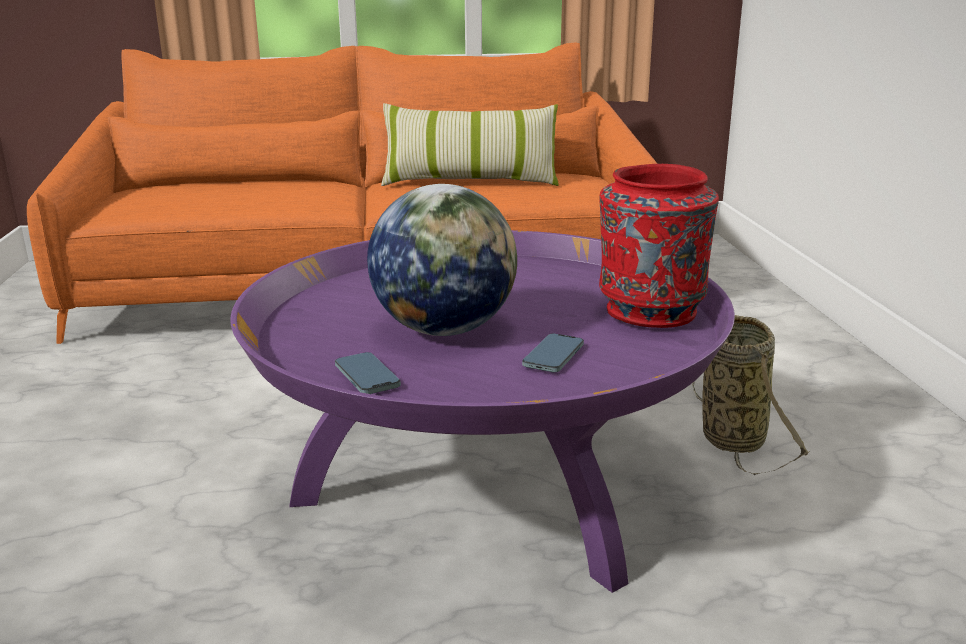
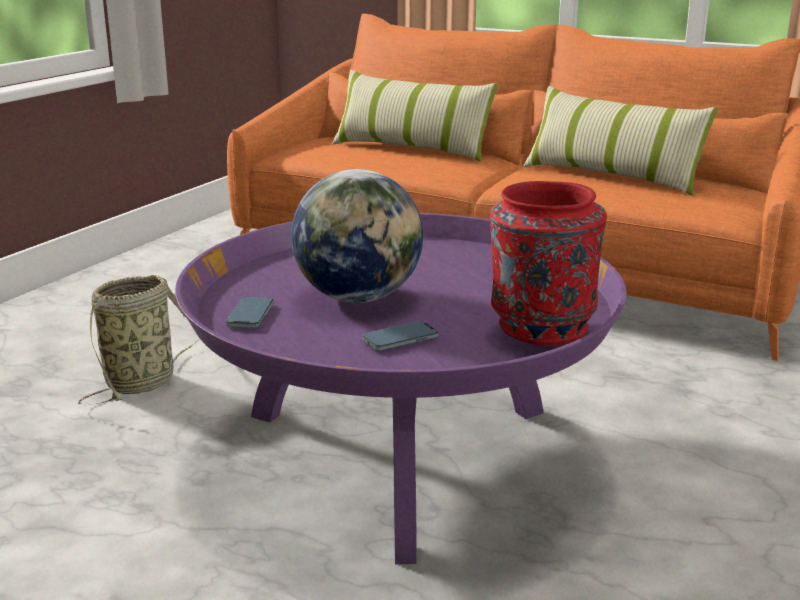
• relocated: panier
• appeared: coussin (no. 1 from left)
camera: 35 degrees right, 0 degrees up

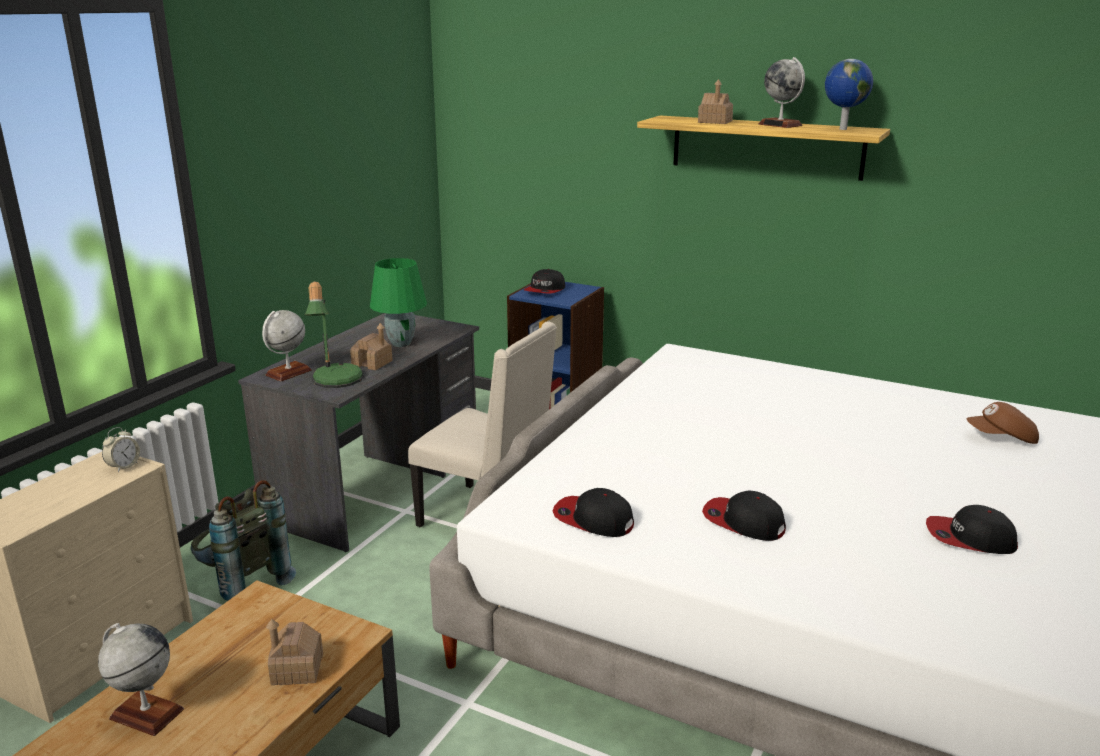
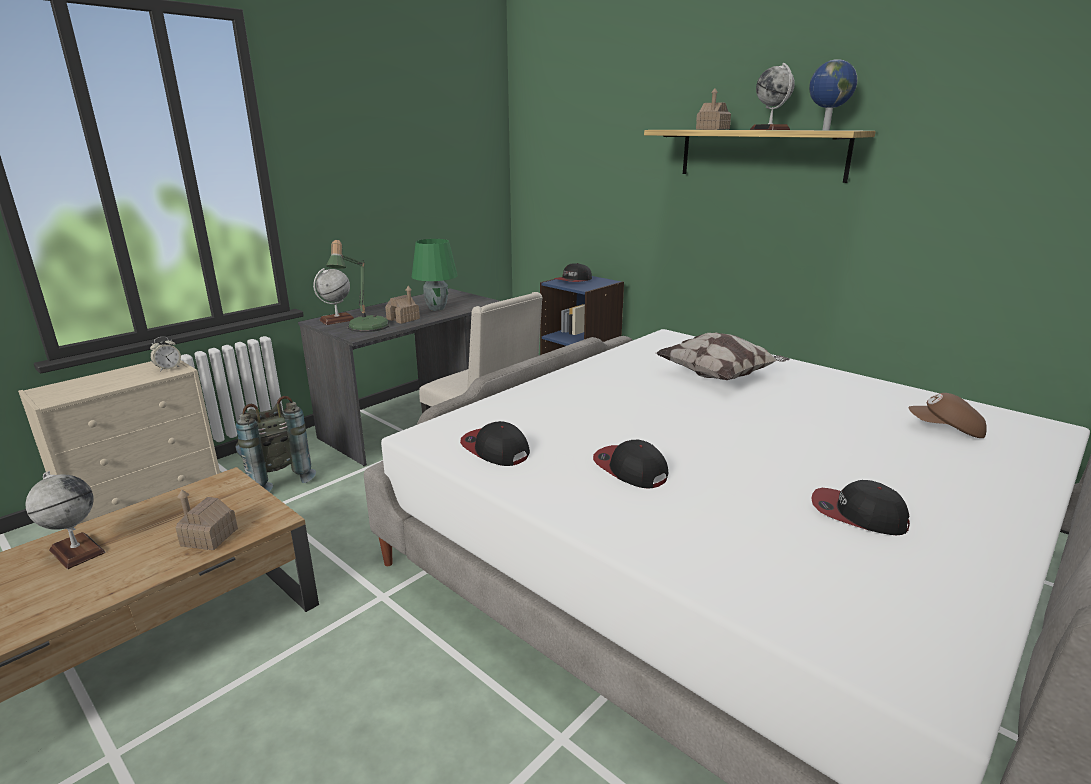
• appeared: coussin
camera: 15 degrees right, 0 degrees up

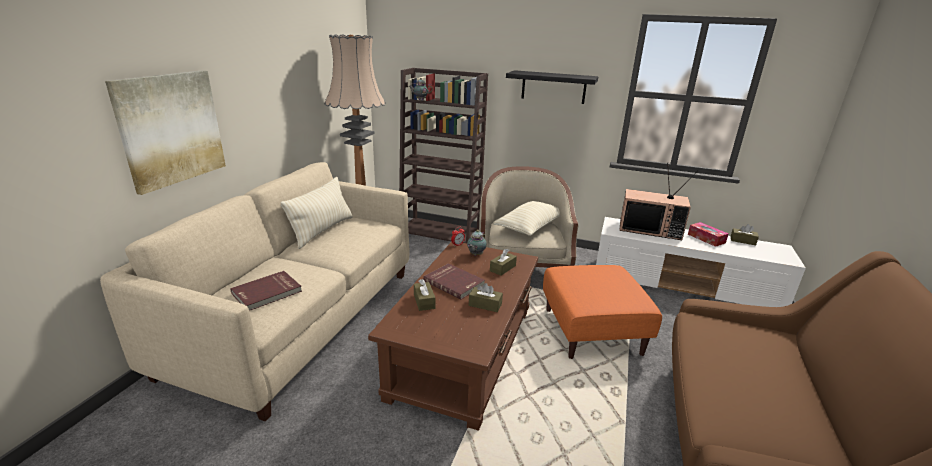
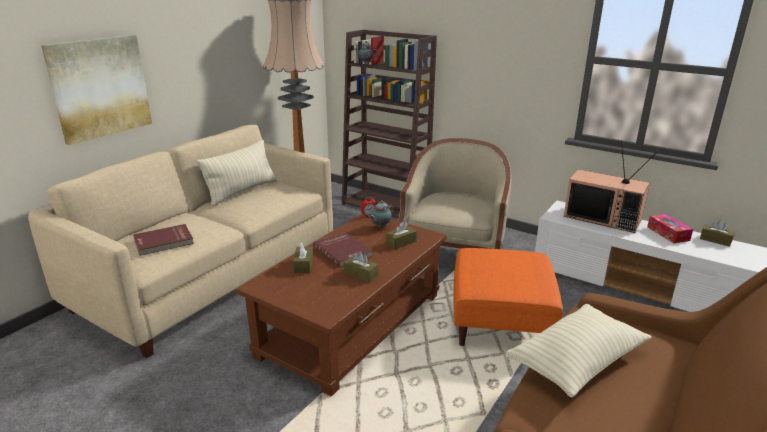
• relocated: coussin (beige) (no. 2 from left)
• missing: étagère (noir)
camera: 15 degrees right, 0 degrees up

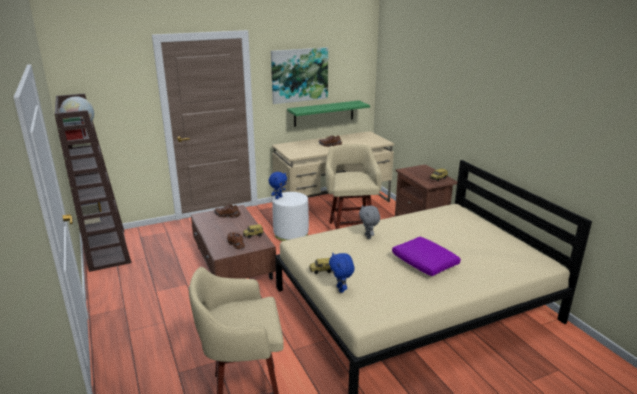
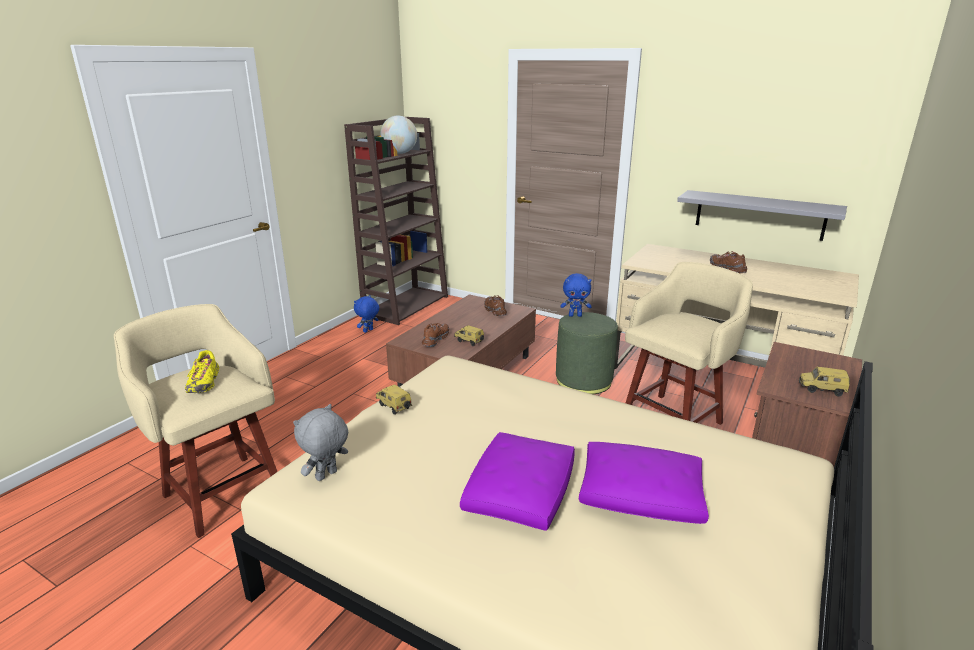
• appeared: chaussure (jaune)
• relocated: peluche (gris)
• relocated: peluche (bleu) (no. 2 from left in the first image) to peluche (bleu) (no. 1 from left)
• colour: pouf (blanc) to pouf (vert)
• appeared: coussin (violet) (no. 2 from left)
• colour: étagère (vert) to étagère (gris)
• missing: tableau
camera: 55 degrees right, 0 degrees up

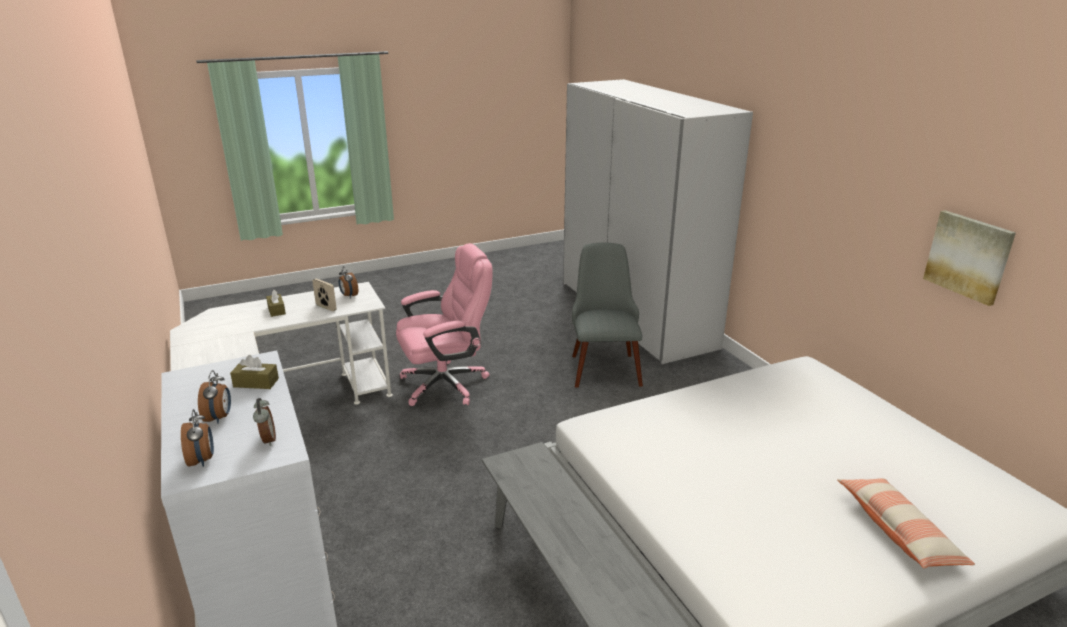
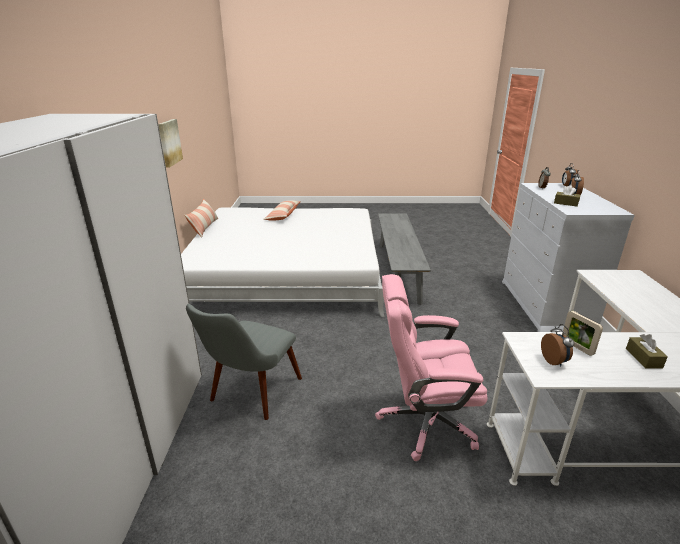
• appeared: coussin (no. 1 from left)
camera: 155 degrees left, 0 degrees up

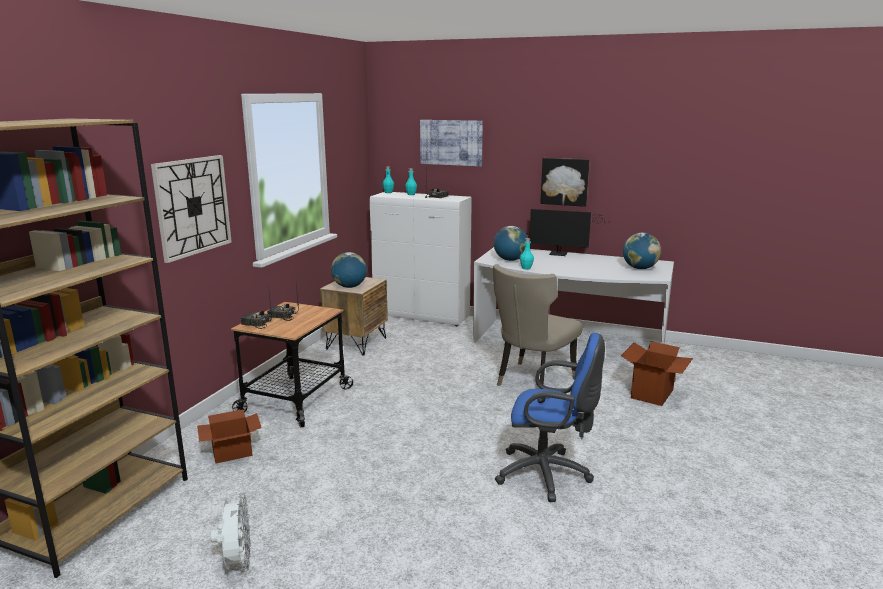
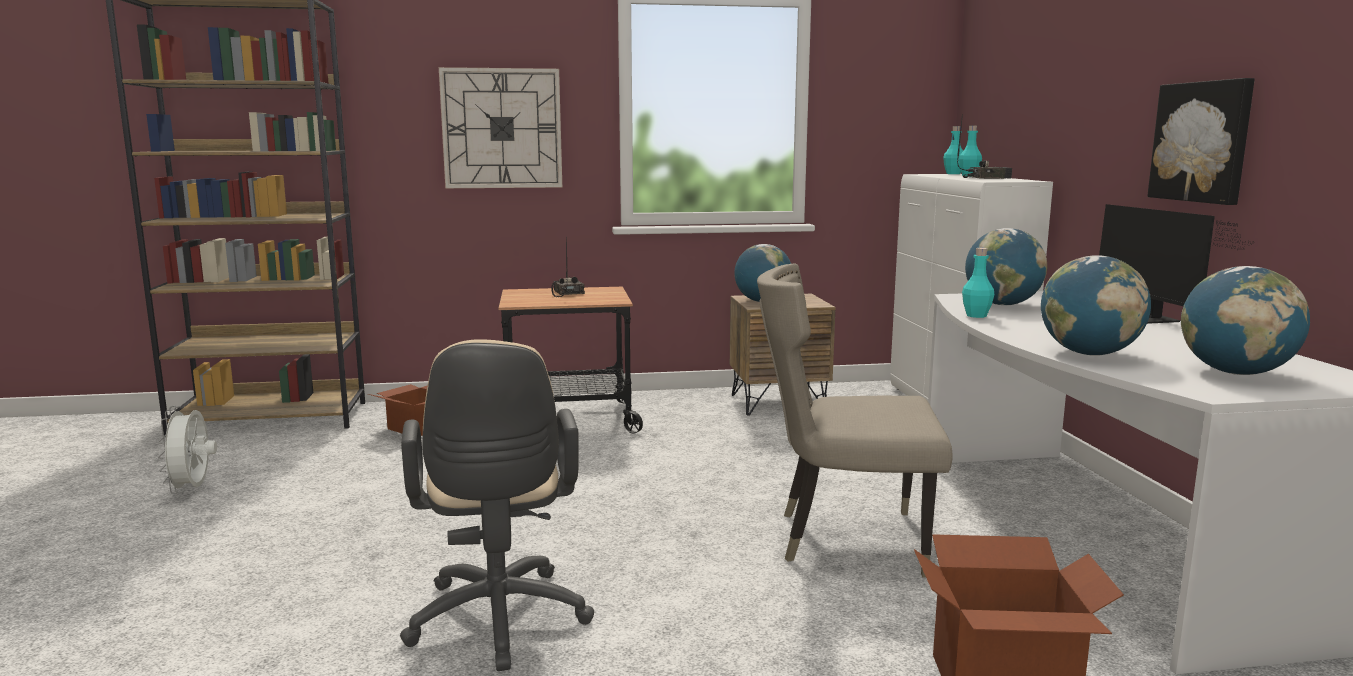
• spun: ventilateur (blanc) 120 degrees clockwise
• colour: chaise de bureau (bleu) to chaise de bureau (beige)
• appeared: globe (no. 3 from left)
• missing: radio (no. 1 from left)
• missing: tableau (no. 1 from left)
camera: 60 degrees right, 5 degrees down

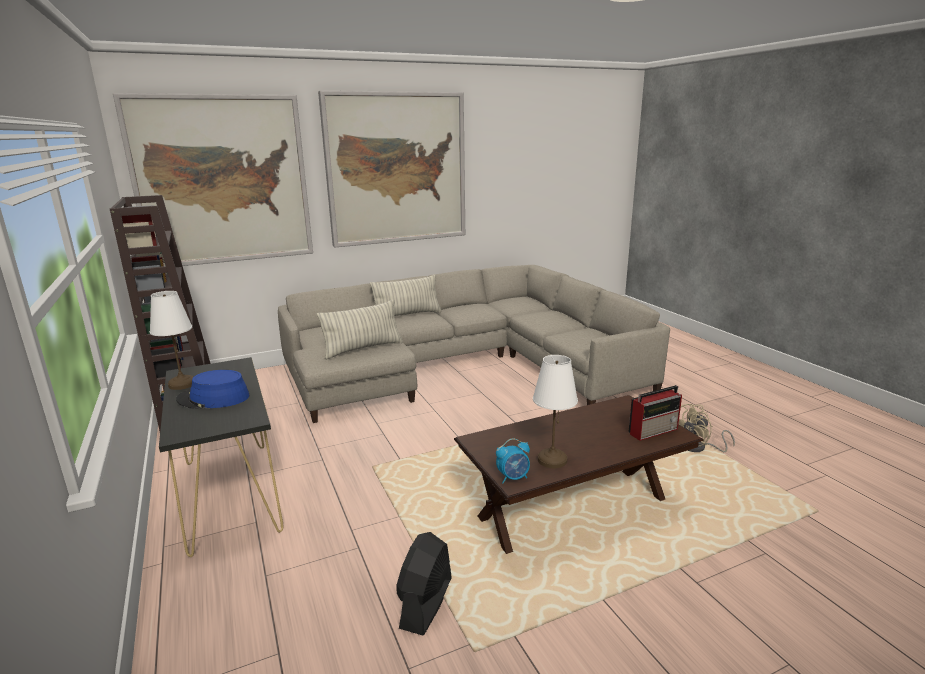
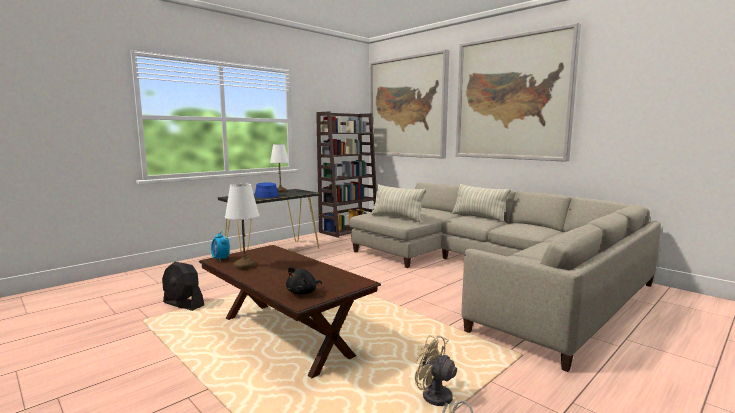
• spun: ventilateur (noir) 150 degrees counterclockwise
• exchanged: radio to peluche (noir)
camera: 70 degrees right, 10 degrees down

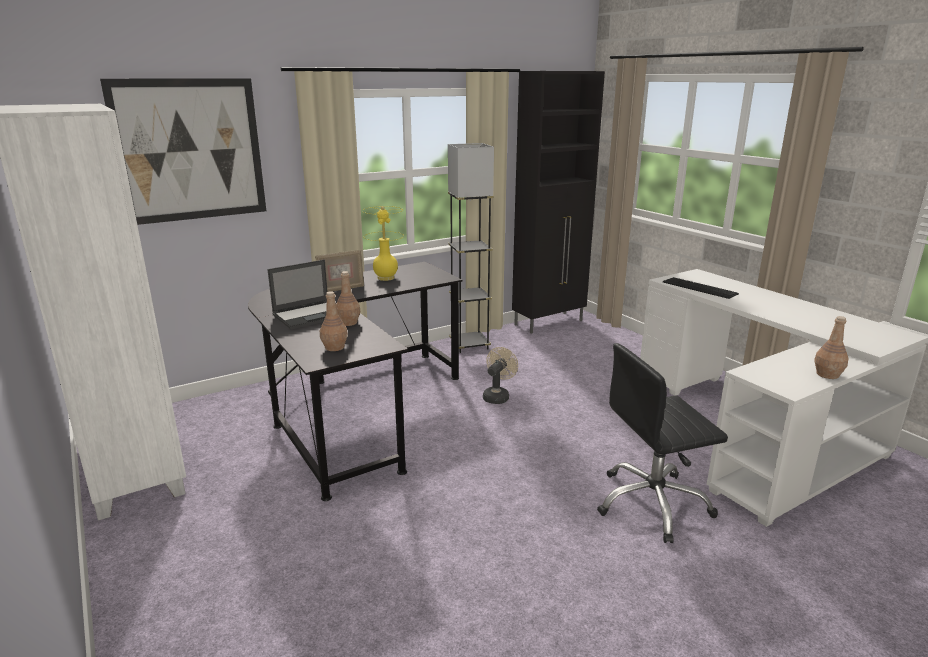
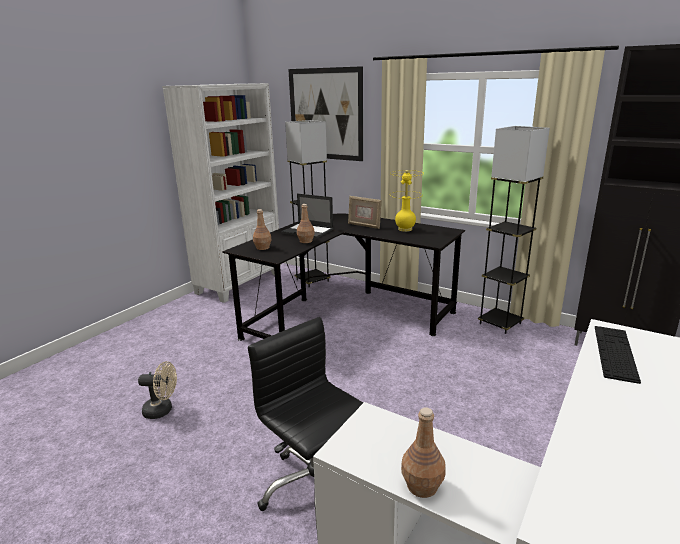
• relocated: ventilateur (beige)
• appeared: lampadaire (gris) (no. 1 from left)
camera: 65 degrees right, 0 degrees up

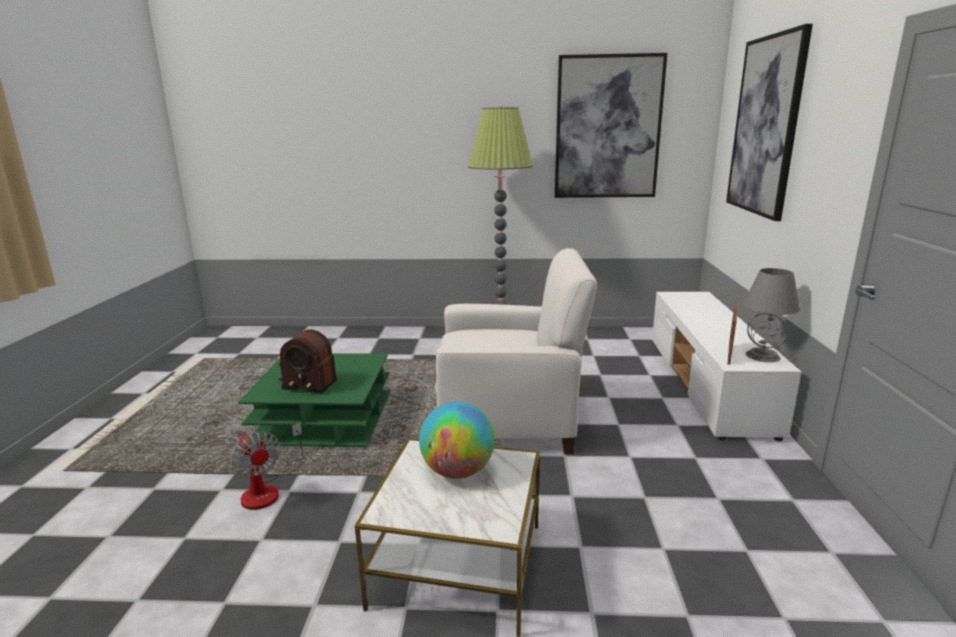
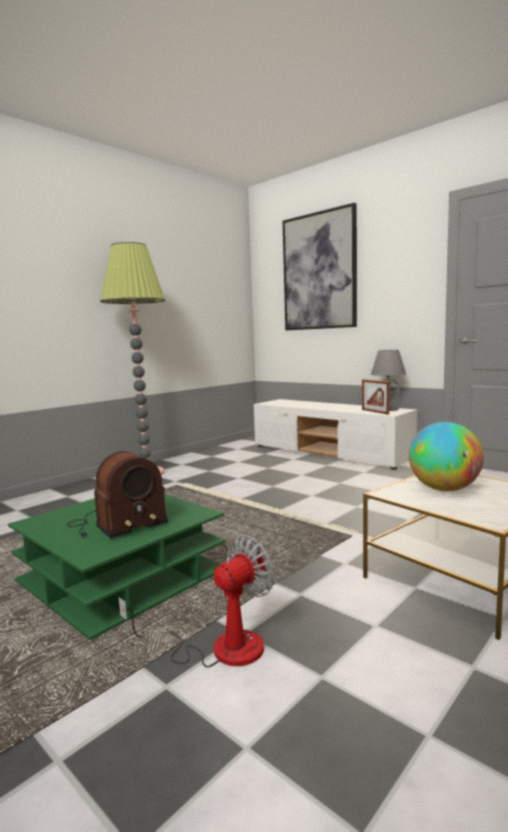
• spun: ventilateur 45 degrees counterclockwise
• missing: fauteuil (blanc)
• missing: tableau (no. 1 from left)
camera: 50 degrees left, 10 degrees down

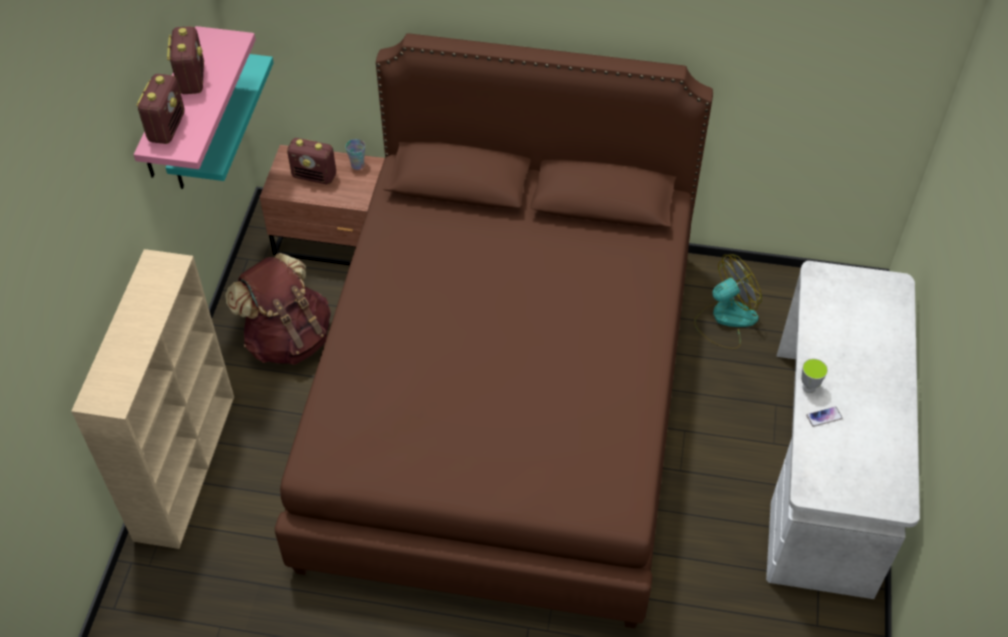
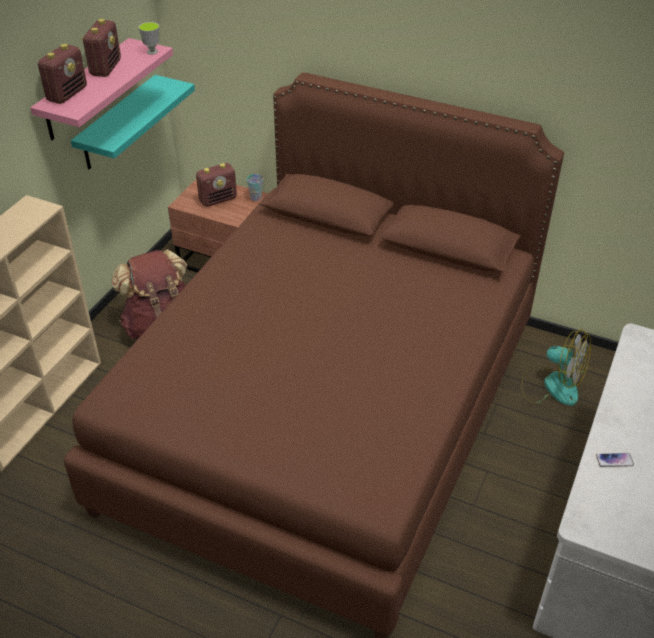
• relocated: tasse (no. 2 from left in the first image) to tasse (no. 1 from left)
• spun: radio (no. 3 from left) 60 degrees counterclockwise
• spun: ventilateur 45 degrees clockwise
camera: 15 degrees right, 10 degrees down

